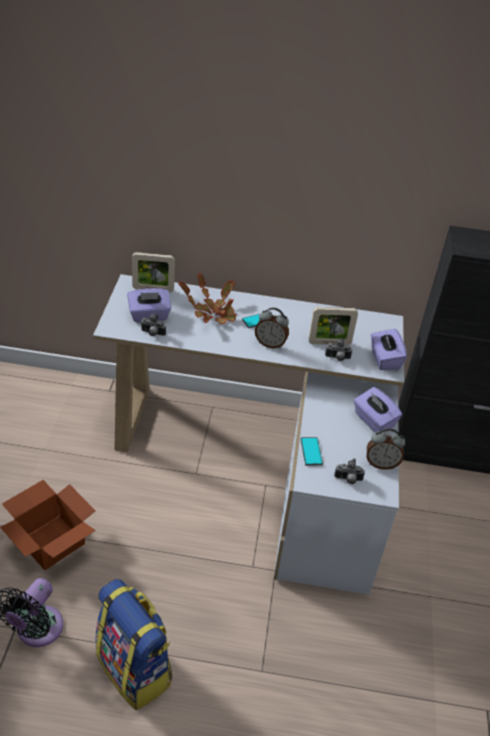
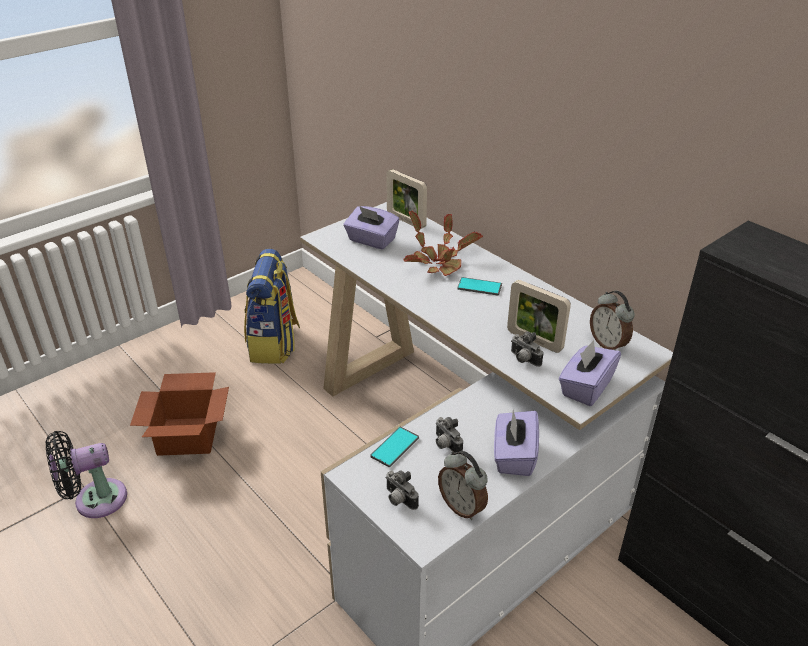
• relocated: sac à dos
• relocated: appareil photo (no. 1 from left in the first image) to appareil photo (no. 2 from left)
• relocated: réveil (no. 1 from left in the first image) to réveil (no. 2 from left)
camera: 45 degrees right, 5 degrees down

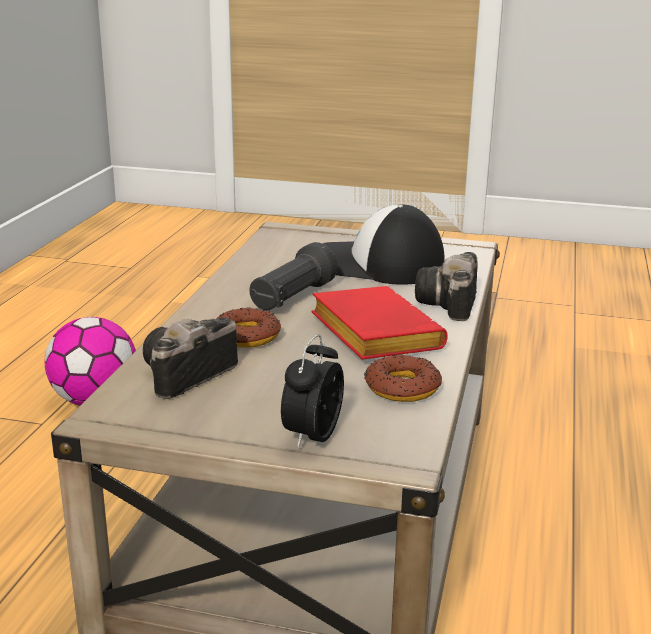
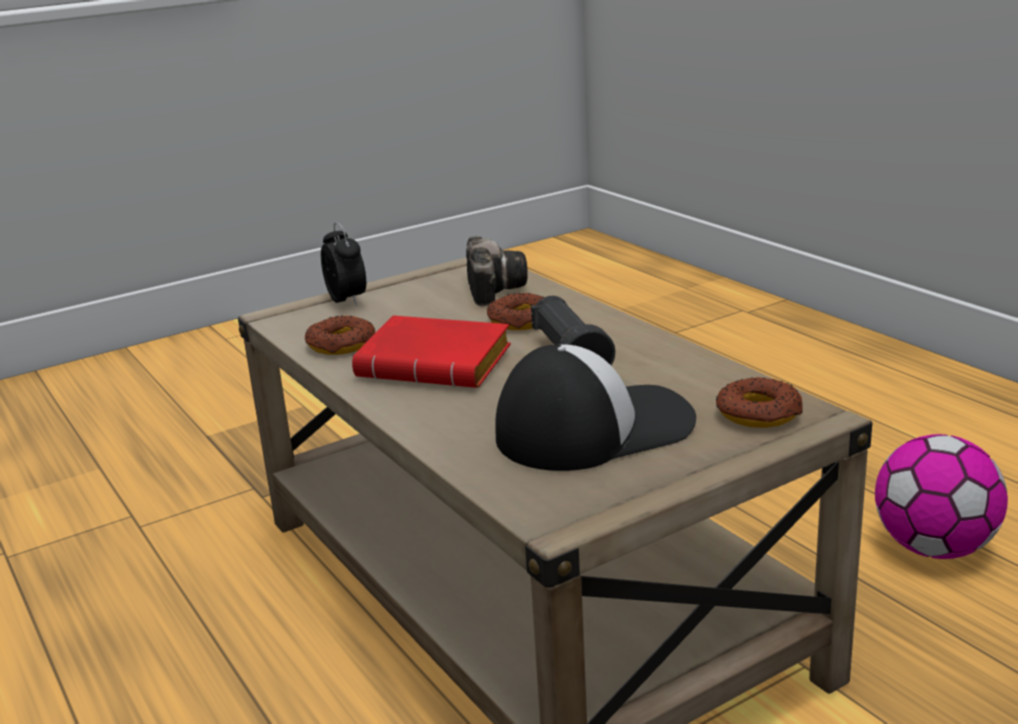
• appeared: beignet (no. 3 from left)
• missing: appareil photo (no. 2 from left)
camera: 135 degrees right, 0 degrees up

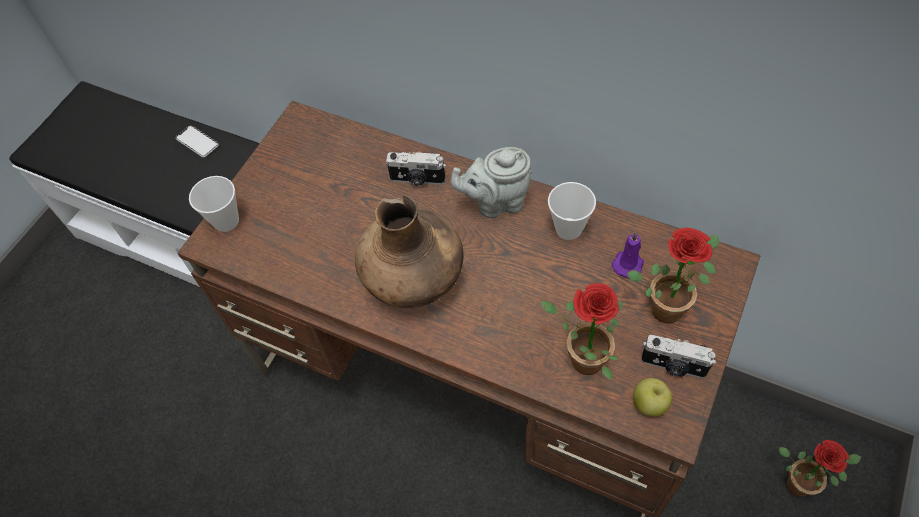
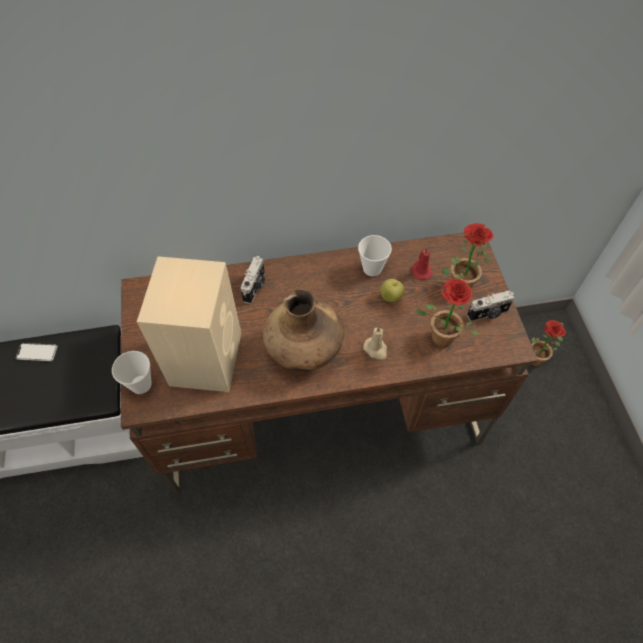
• appeared: enceinte (beige)
• spun: appareil photo (no. 1 from left) 45 degrees counterclockwise
• appeared: bougie (beige)
• relocated: pomme
• colour: bougie (violet) to bougie (rouge)
• missing: théière (gris)
camera: 40 degrees left, 0 degrees up

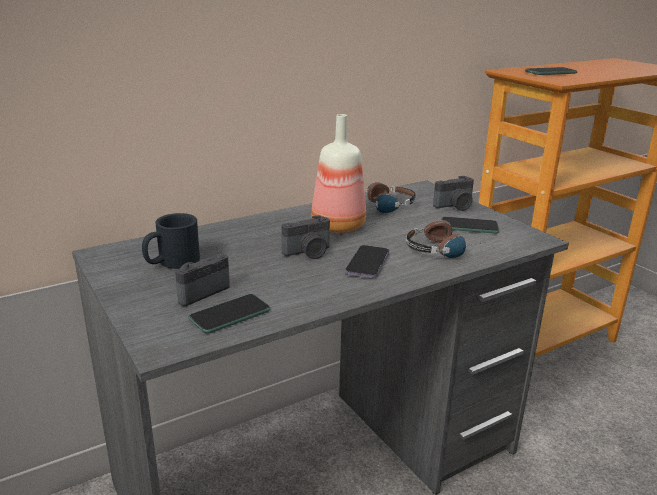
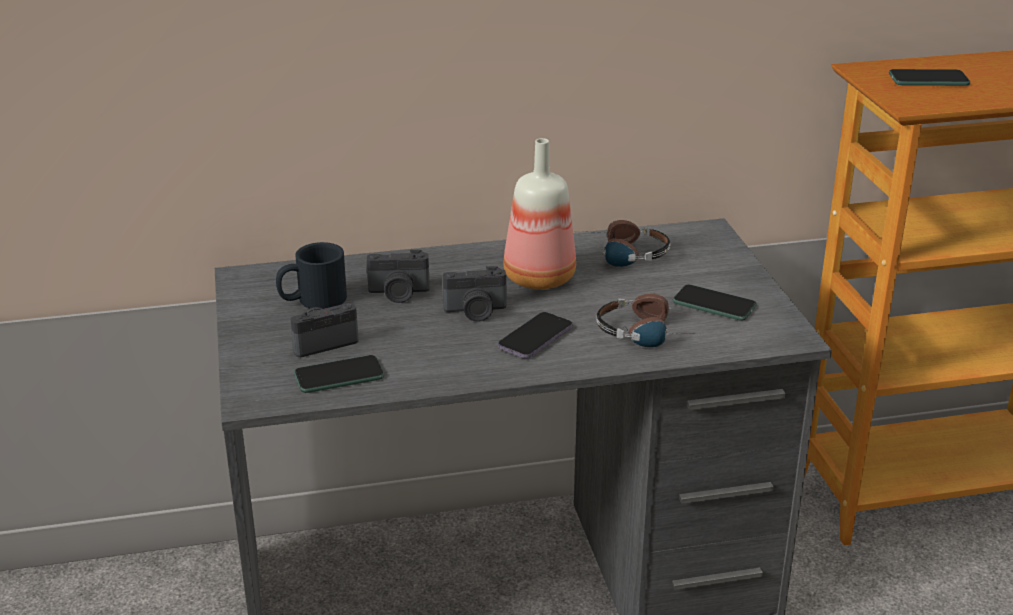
• relocated: appareil photo (no. 3 from left in the first image) to appareil photo (no. 2 from left)
camera: 20 degrees right, 5 degrees up

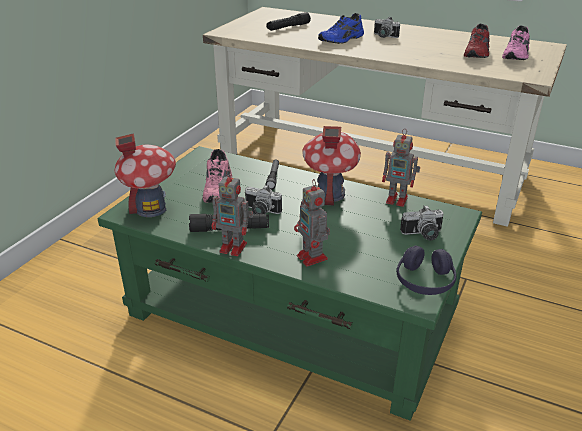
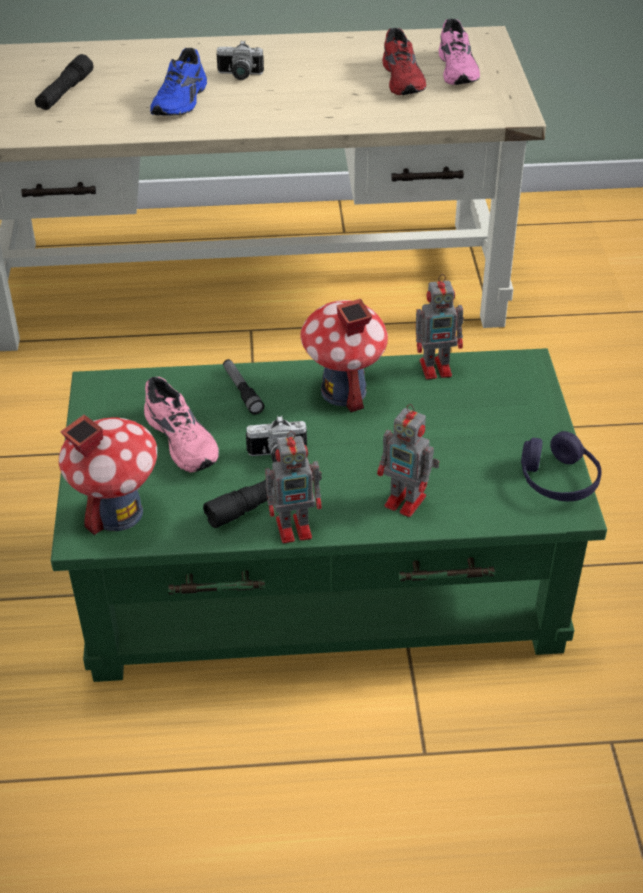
• missing: appareil photo (no. 3 from left)
camera: 30 degrees left, 10 degrees up

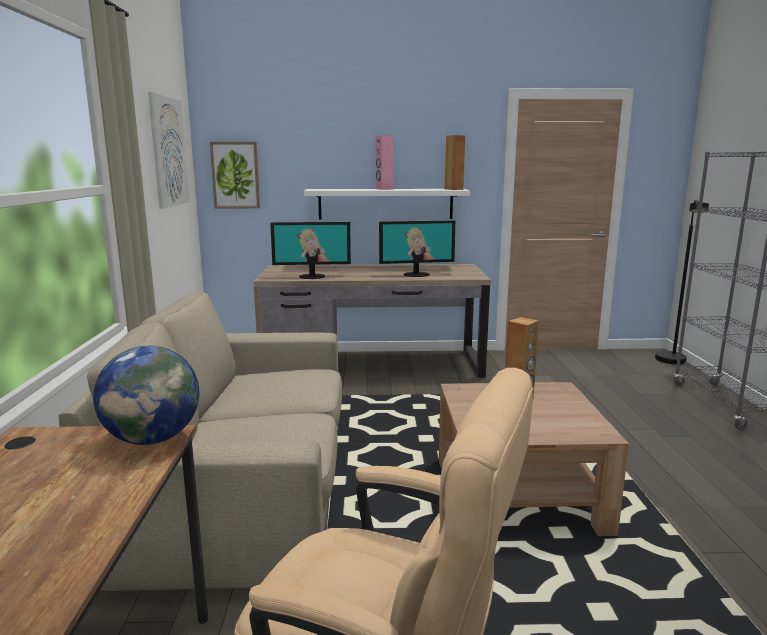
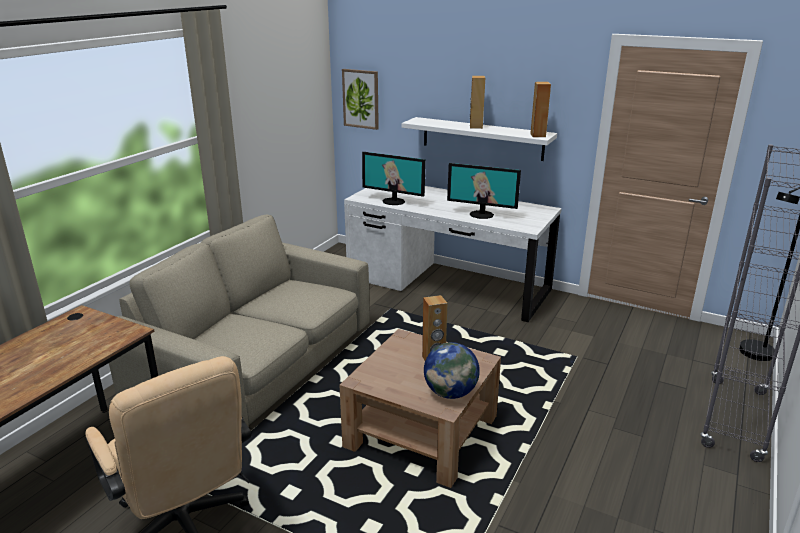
• colour: bureau (marron) (no. 2 from left) to bureau (blanc)
• relocated: globe
• colour: enceinte (rose) to enceinte (marron) (no. 2 from left)
• missing: tableau (no. 1 from left)
camera: 30 degrees right, 10 degrees up

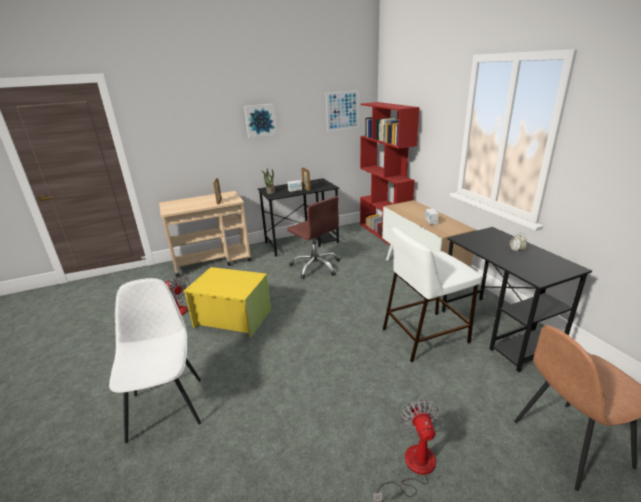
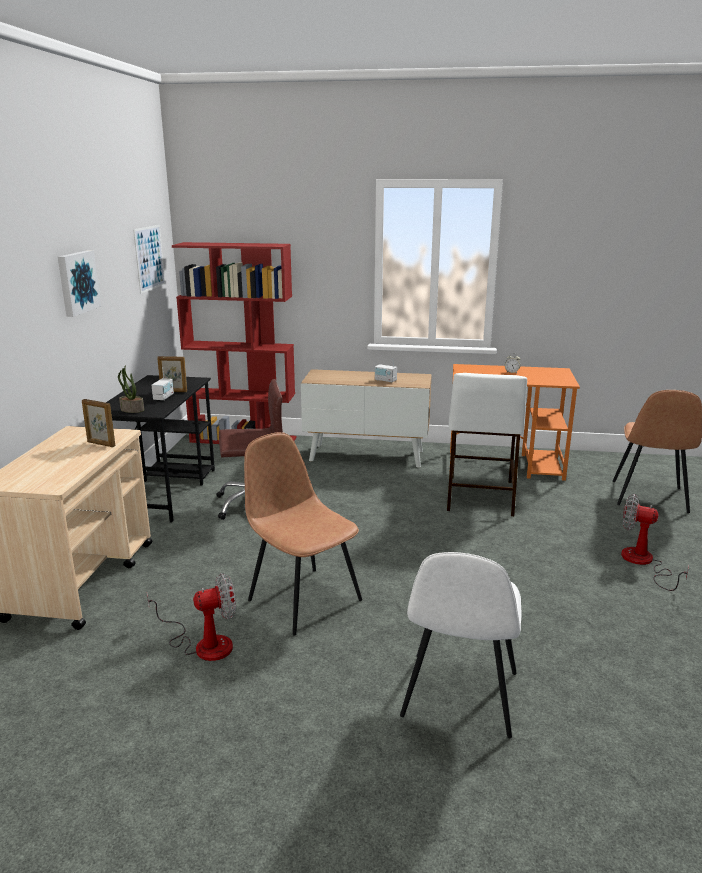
• exchanged: boîte de rangement (jaune) to chaise (marron) (no. 1 from left)
• spun: chaise (blanc) 90 degrees counterclockwise
• colour: bureau (noir) (no. 2 from left) to bureau (orange)
camera: 60 degrees left, 5 degrees down

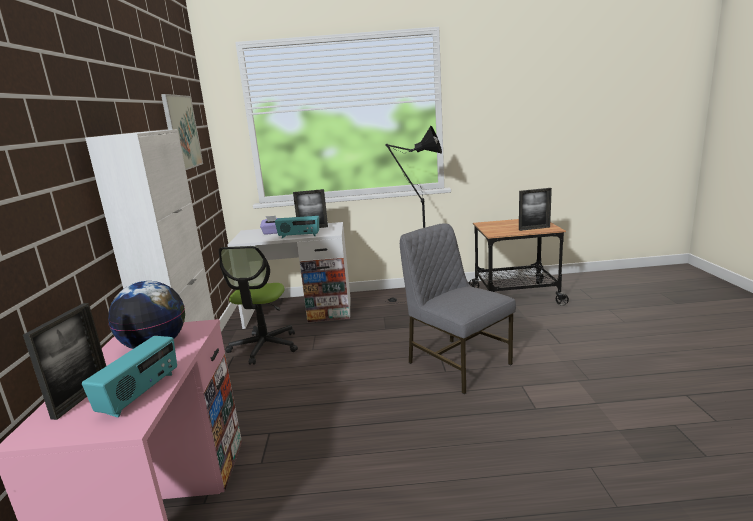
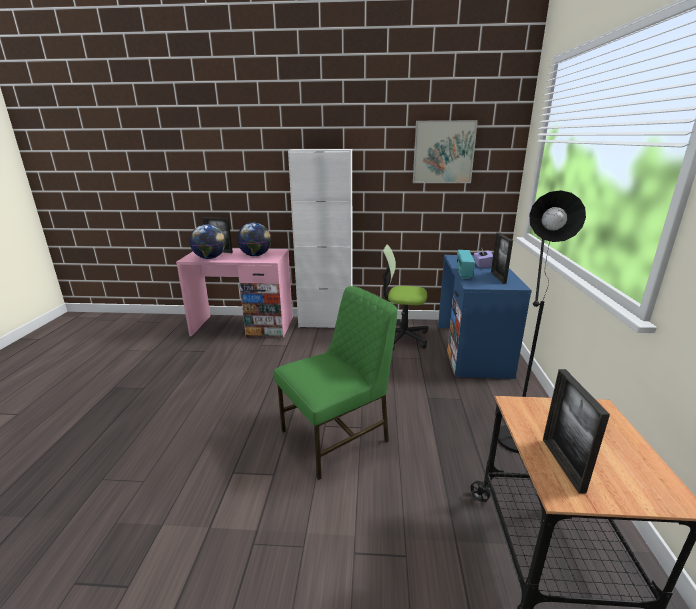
• exchanged: radio (no. 1 from left) to globe (no. 1 from left)
• colour: chaise (gris) to chaise (vert)
• colour: bureau (blanc) to bureau (bleu)
camera: 95 degrees right, 5 degrees up

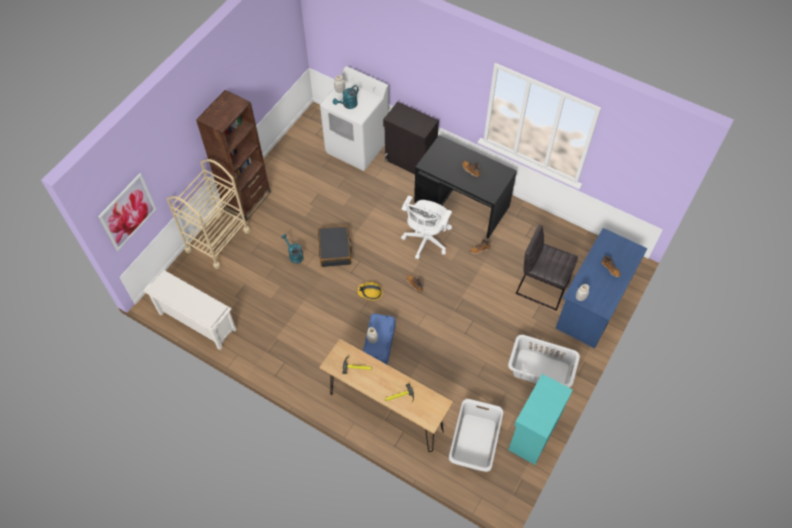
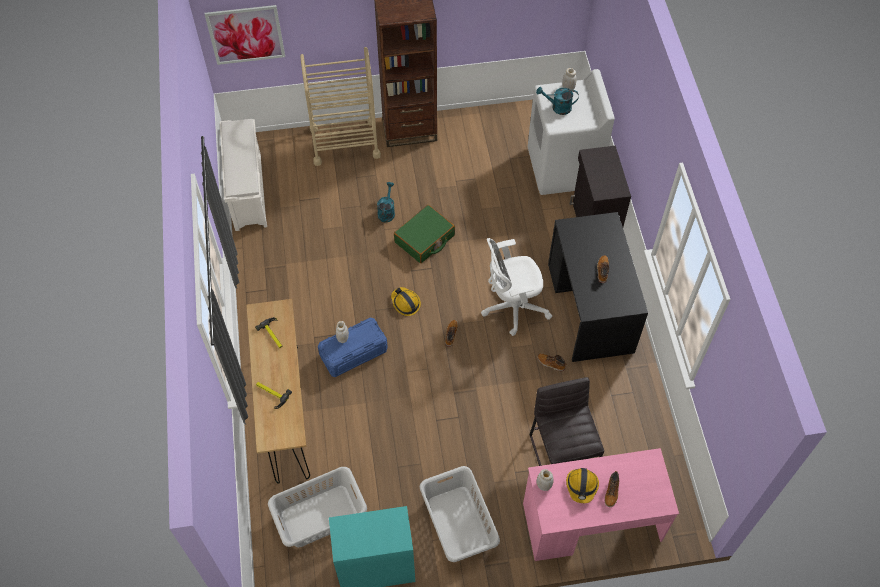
• colour: valise (noir) to valise (vert)
• colour: bureau (bleu) to bureau (rose)
• appeared: casque de chantier (no. 2 from left)
camera: 50 degrees right, 0 degrees up

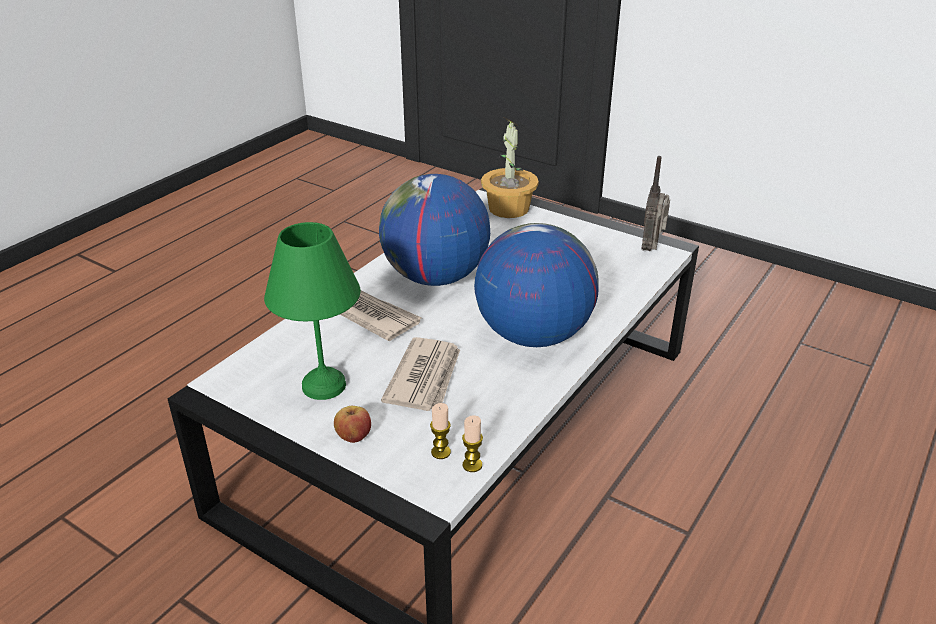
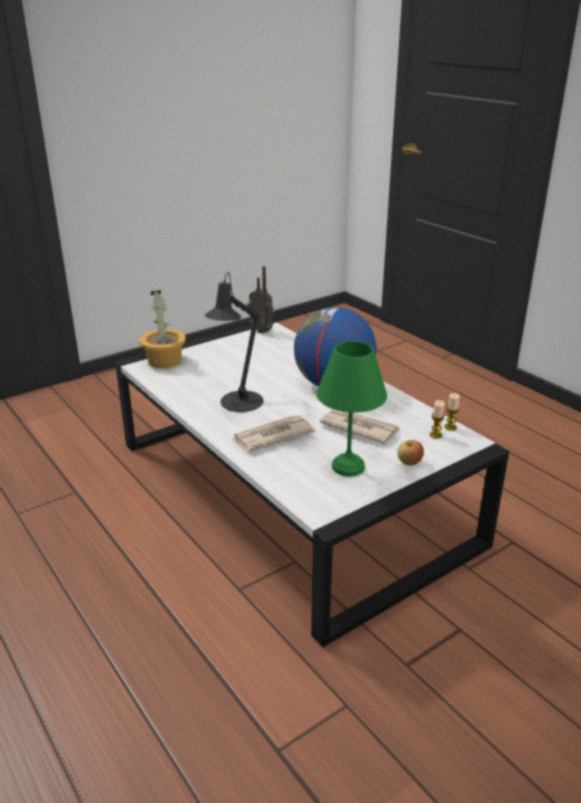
• exchanged: globe (no. 1 from left) to lampe de table (noir)
camera: 70 degrees left, 5 degrees down

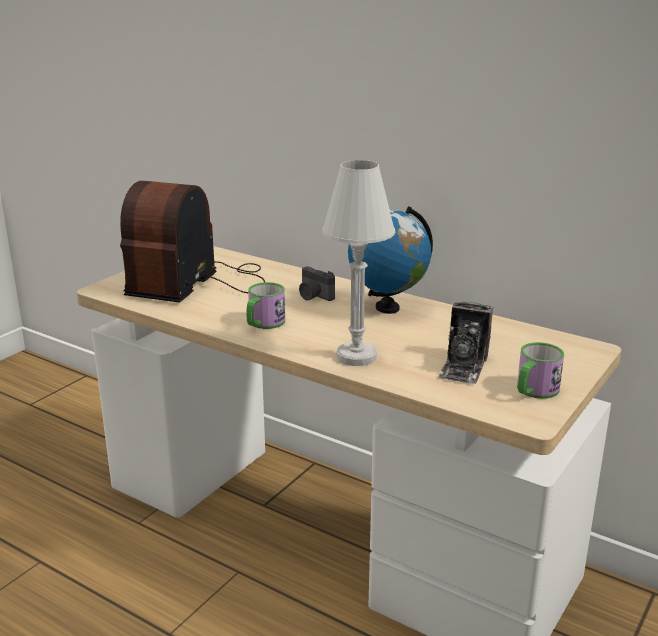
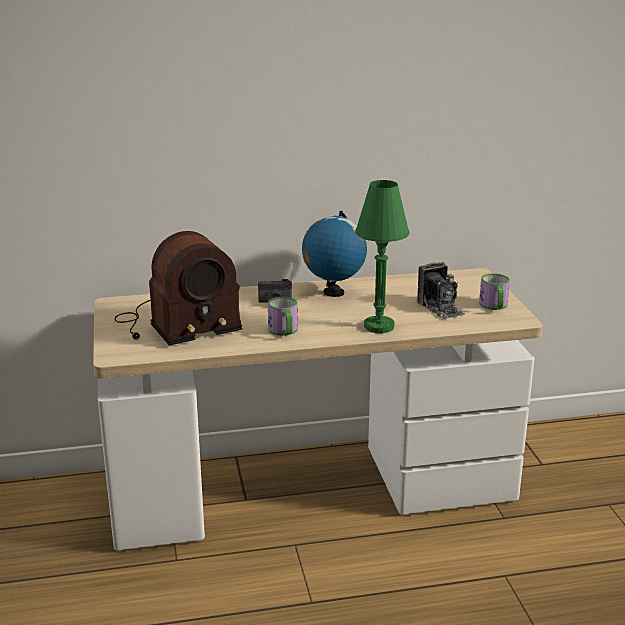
• spun: radio 90 degrees counterclockwise
• colour: lampe de table (blanc) to lampe de table (vert)
camera: 45 degrees left, 0 degrees up

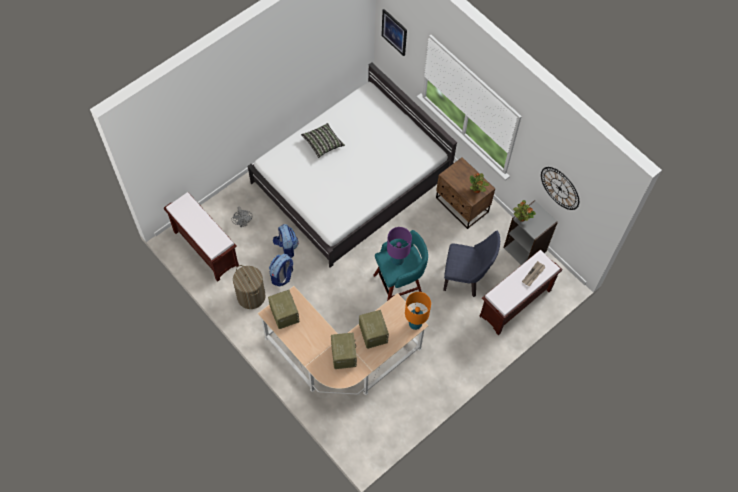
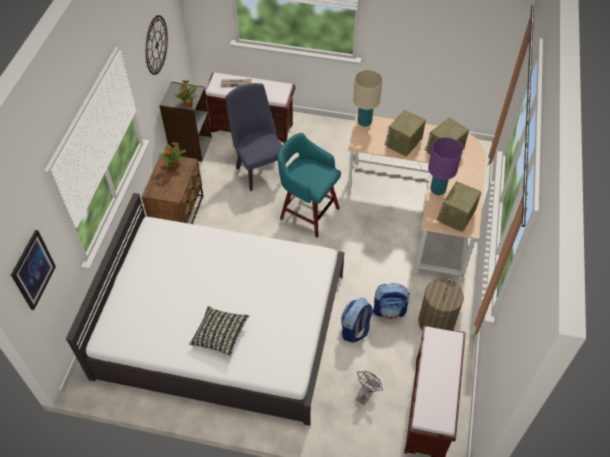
• colour: lampe de table (orange) to lampe de table (beige)
• relocated: lampe de table (violet)
camera: 125 degrees left, 10 degrees down

